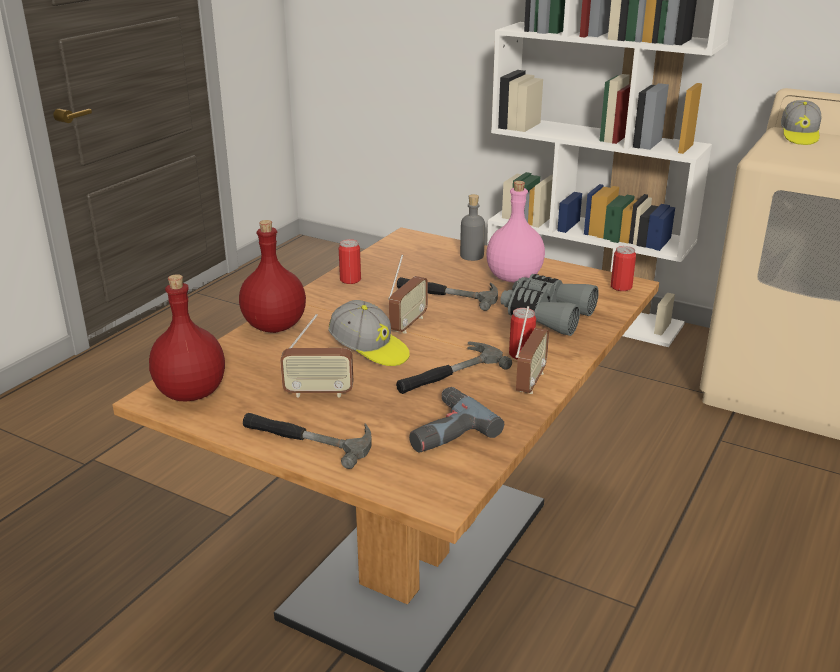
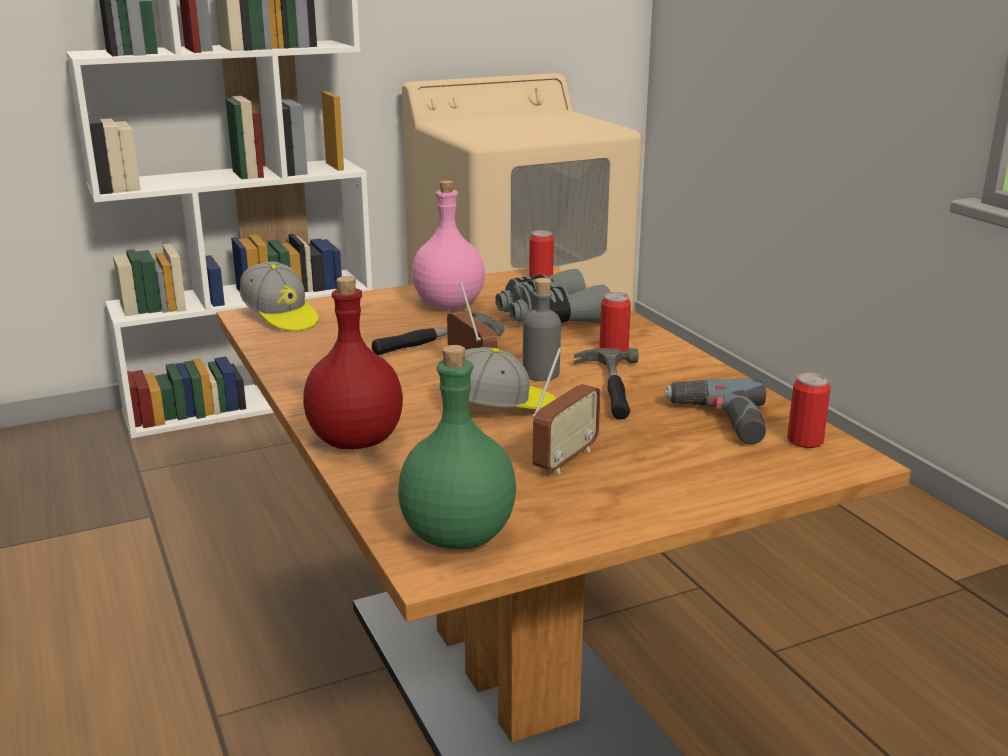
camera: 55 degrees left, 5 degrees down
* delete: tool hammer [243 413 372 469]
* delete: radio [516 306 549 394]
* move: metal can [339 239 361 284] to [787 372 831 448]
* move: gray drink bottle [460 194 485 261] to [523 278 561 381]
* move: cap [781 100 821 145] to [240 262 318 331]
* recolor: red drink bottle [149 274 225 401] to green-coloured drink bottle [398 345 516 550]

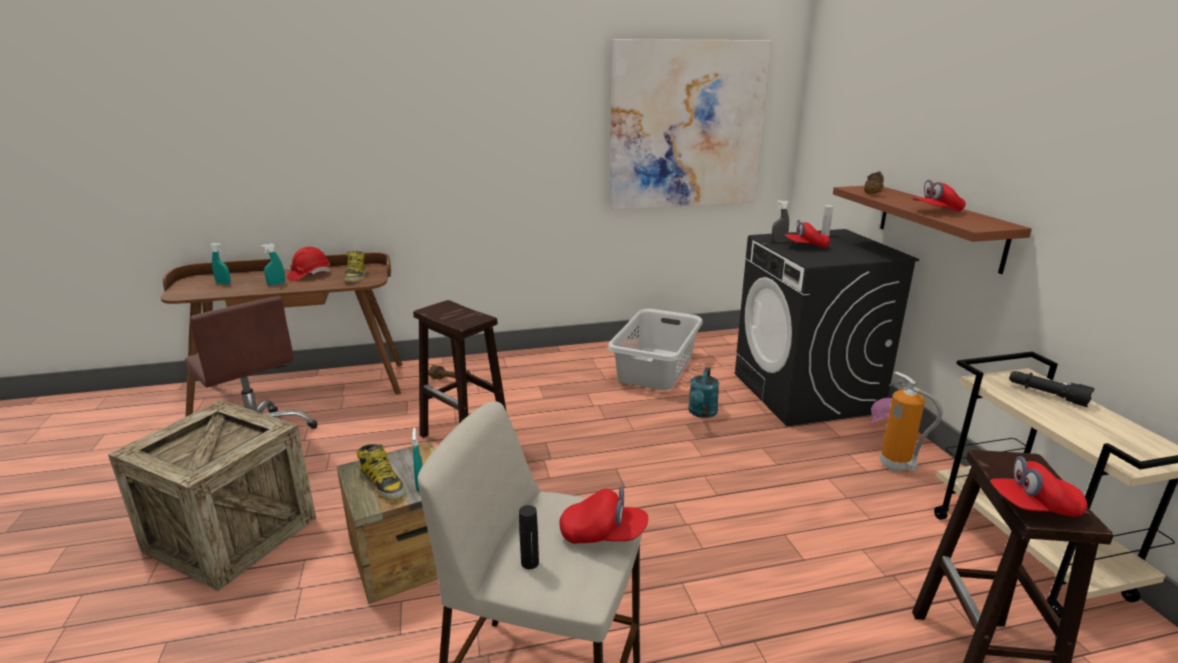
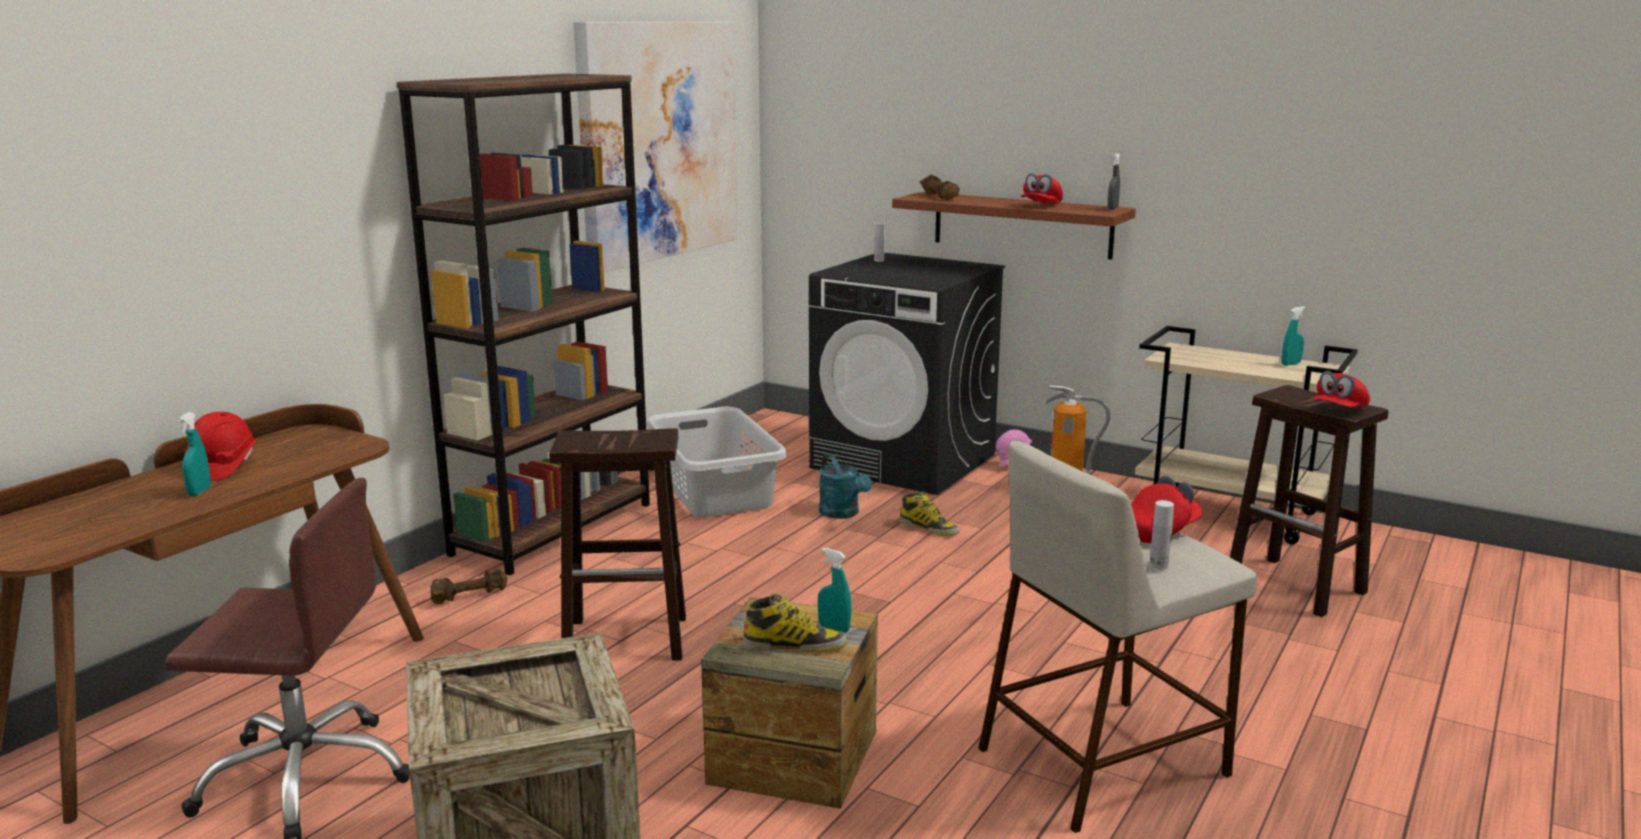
camera: 45 degrees left, 5 degrees down
* delete: red cap [784 220 830 248]
* delete: black-coloured flashlight [1009 371 1094 407]
* insert: brownish shelving unit [397 73 650 575]
* move: turquoise-coloured sprayer [210 243 231 284] to [1281 307 1306 366]
* move: boot [344 251 366 282] to [899 492 959 536]
* move: gray sprayer [772 200 789 242] to [1107 153 1120 210]
* recolor: black-coloured drink bottle [519 505 539 569] to white drink bottle [1149 500 1174 570]

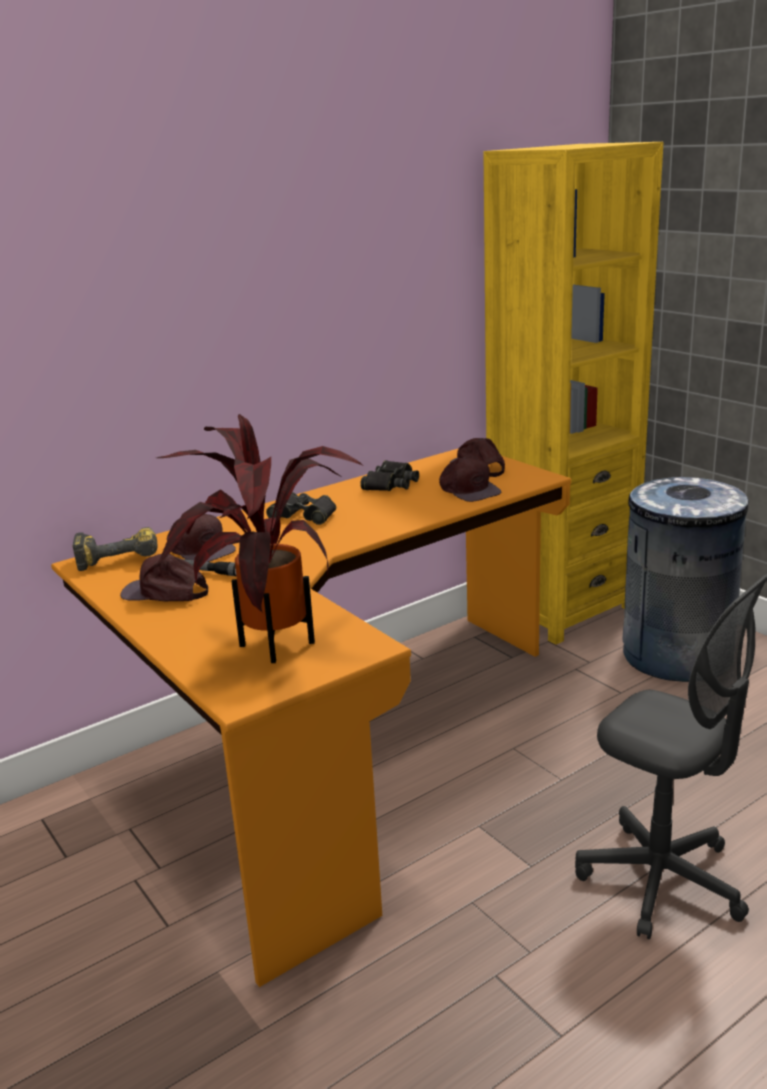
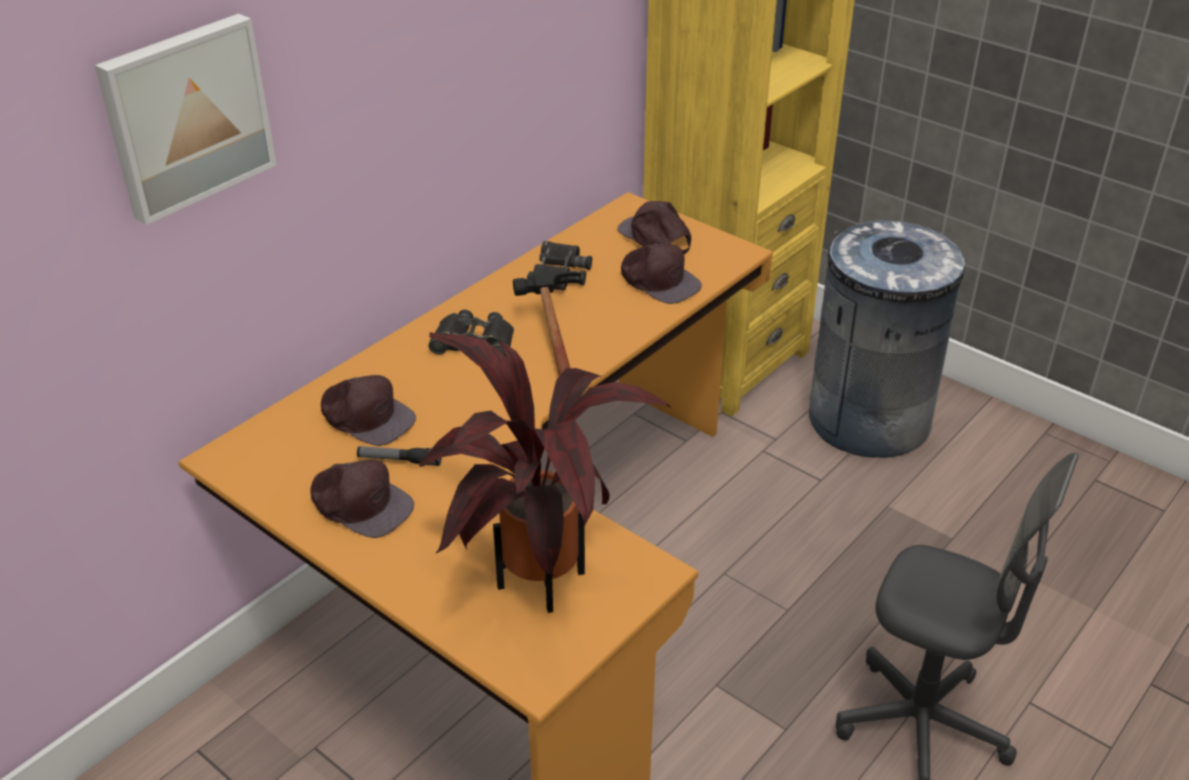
camera: 15 degrees left, 15 degrees up
* delete: power drill [72 527 158 571]
* insert: wall art [95 14 277 225]
* insert: tool hammer [513 271 581 376]
* rotate: brownish cap [120 553 208 602] = [310 459 414 538] 150 degrees counterclockwise

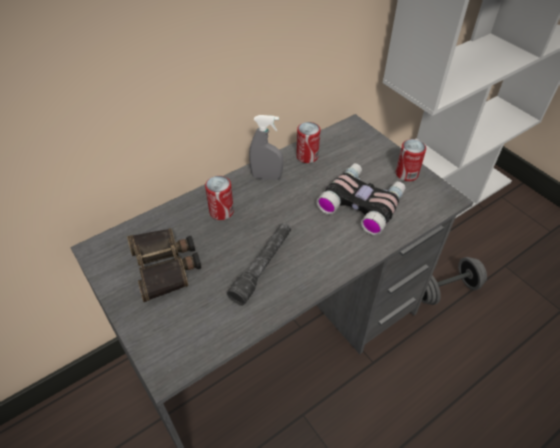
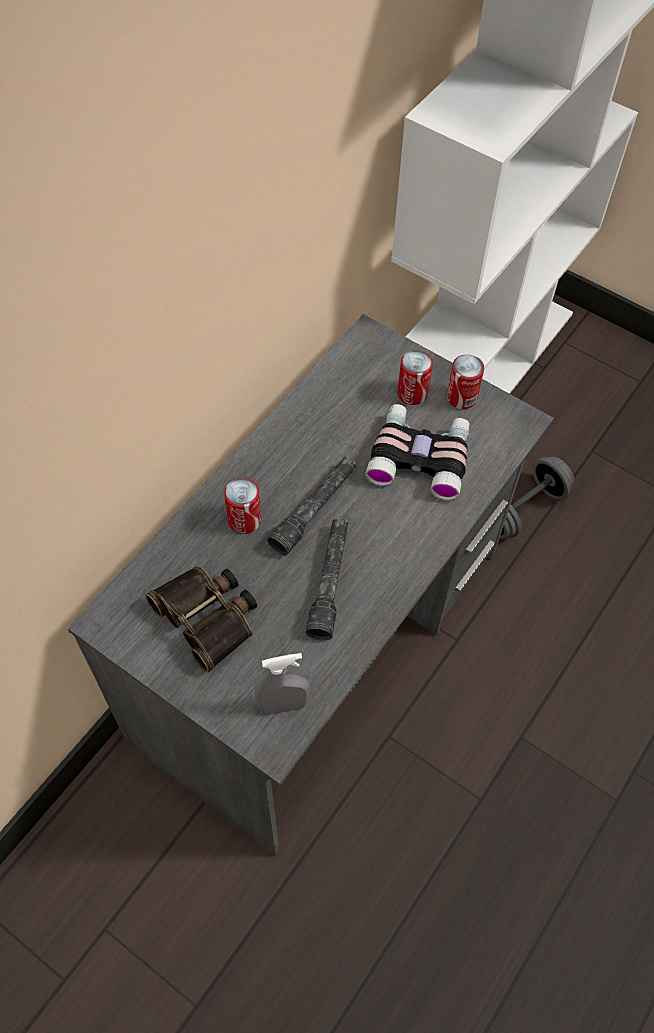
camera: 20 degrees left, 10 degrees up
* insert: gray flashlight [267 456 356 556]
* move: gray sprayer [249 115 283 180] to [255 653 310 715]
* move: metal can [296 122 320 163] to [397 350 433 405]

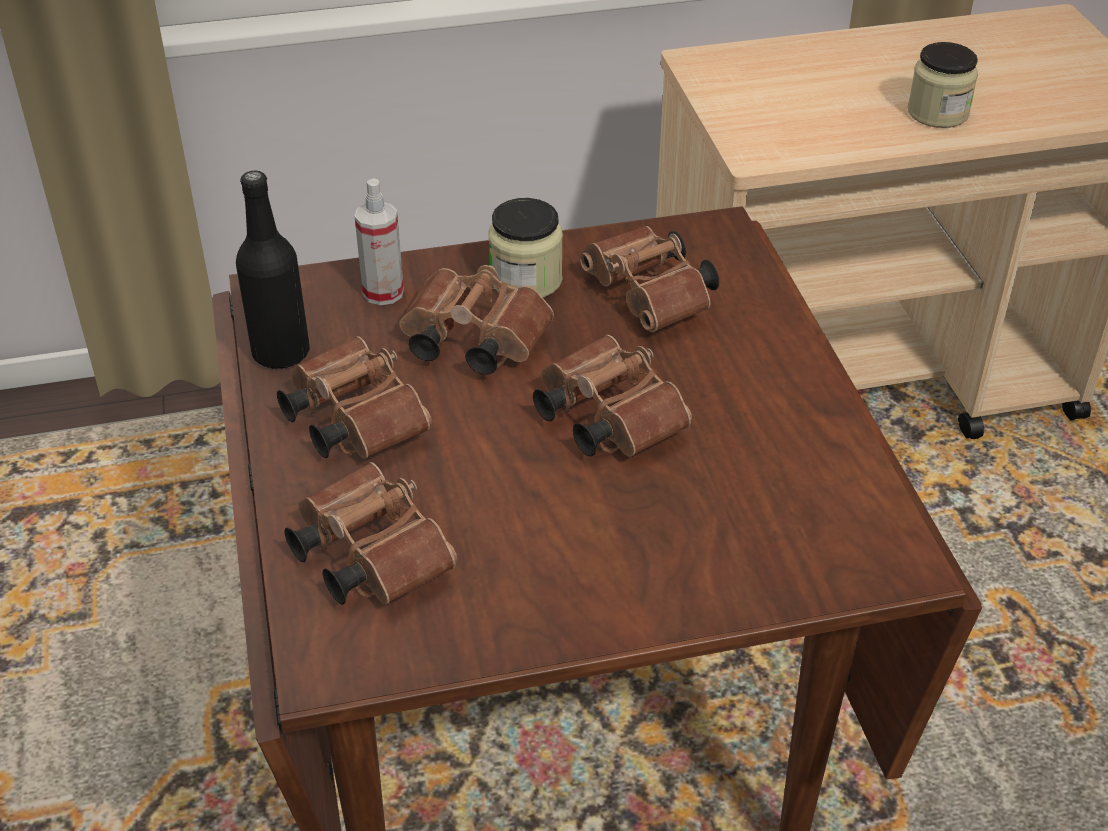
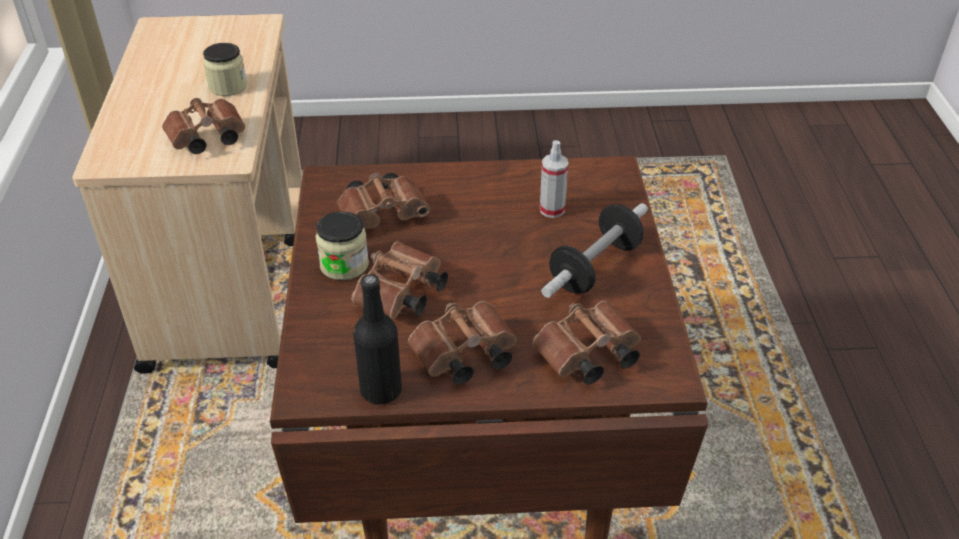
camera: 80 degrees left, 0 degrees up
* insert: dumbbell [541 203 648 298]
* move: sprayer [354 178 404 305] to [540 140 569 218]
* move: brownish field glasses [533 335 692 457] to [162 98 245 154]

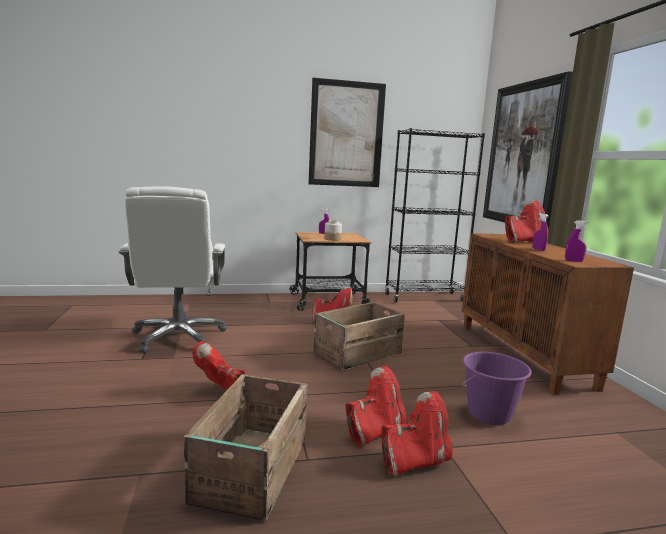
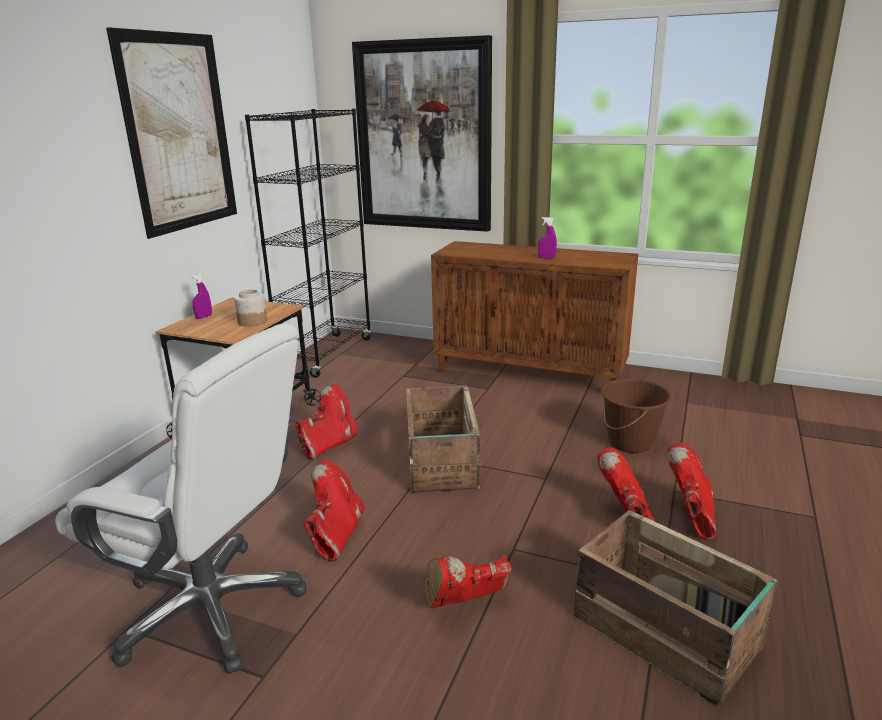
camera: 55 degrees left, 10 degrees up
* delete: purple sprayer [565 220 588 262]
* move: red boot [505 201 549 243] to [303 460 364 562]
* recolor: purple pail [462 352 532 425] to brownish pail [601 379 671 453]

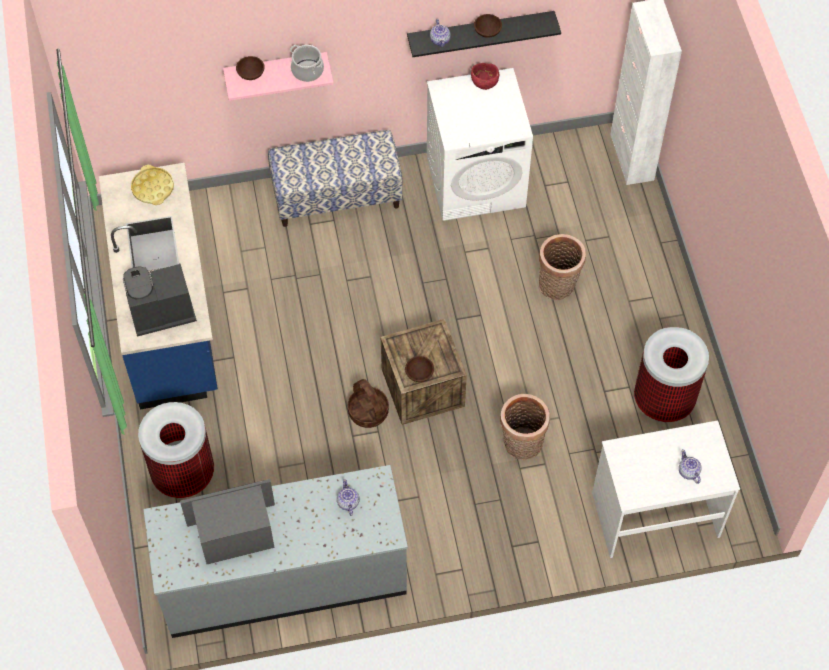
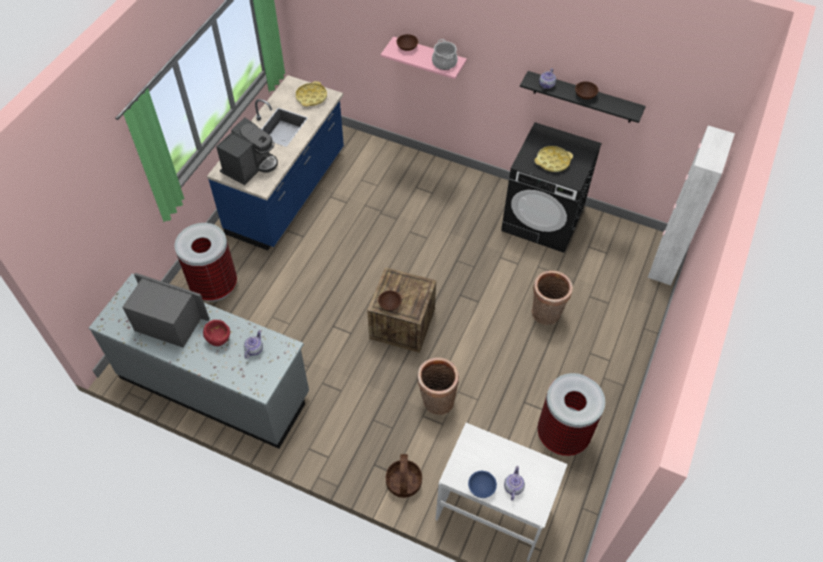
camera: 35 degrees right, 5 degrees down
* delete: indoor bench [268 130 403 227]
* insert: bluish serving bowl [468 471 497 498]
* insert: yellow-coloured serving tray [534 146 573 172]
* move: storage basket [348 379 389 428] to [386 454 422 498]
* move: red serving bowl [471 63 499 90] to [203 320 230 346]
* recolor: white washing machine [427 68 533 221] to black-coloured washing machine [501 122 602 253]
* rotate: coffee brewer [123 263 197 337] = [216 118 278 185] 105 degrees clockwise

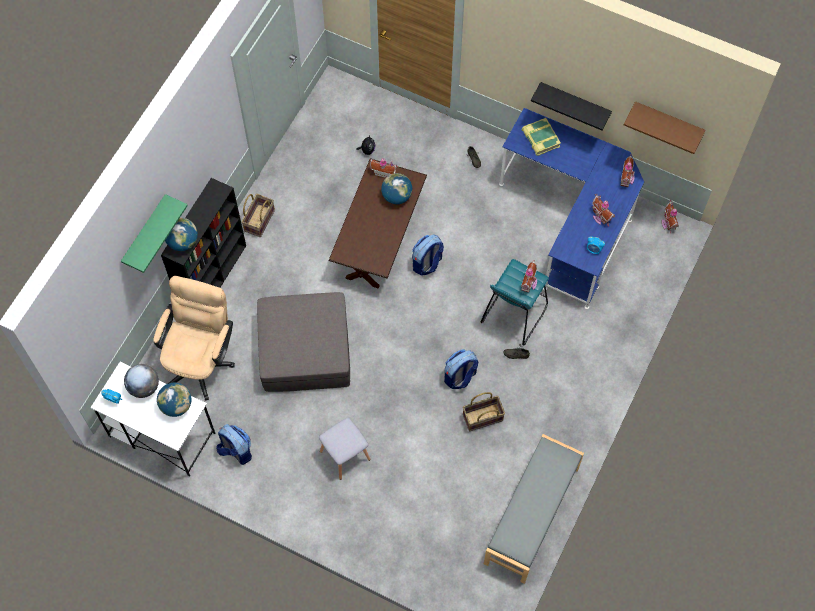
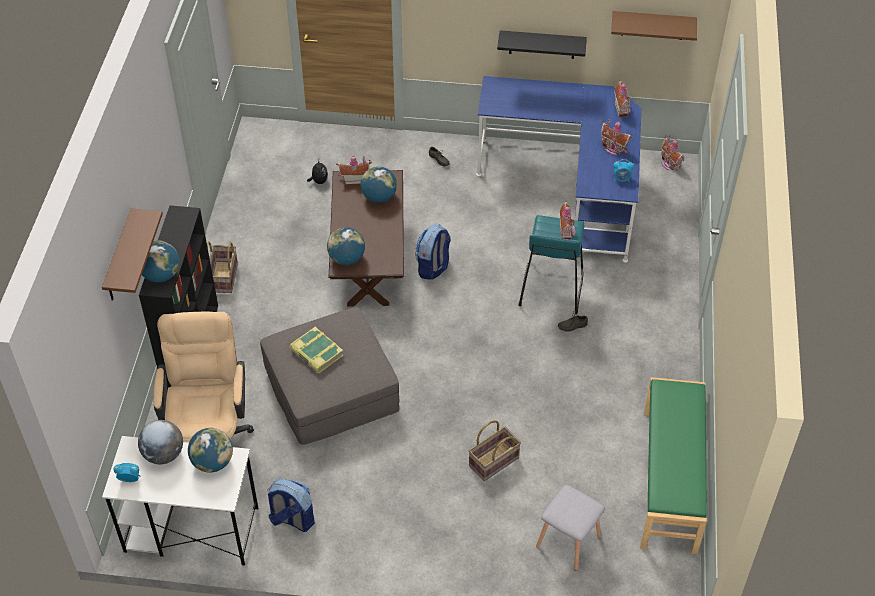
camera: 20 degrees left, 15 degrees down
* delete: rucksack [444 349 478 389]
* insert: world globe [327 227 365 265]
* move: gray sitting stool [319 418 370 480] to [536 485 605 571]
* move: storage basket [463 392 505 432] to [469 420 521 481]
* move: volume [522 118 561 156] to [289 327 343 374]
* recolor: green-coloured shelf [121 194 188 273] to brownish shelf [102 208 163 300]
* recolor: gray indoor bench [484 434 584 584] to green-coloured indoor bench [640 377 707 554]

